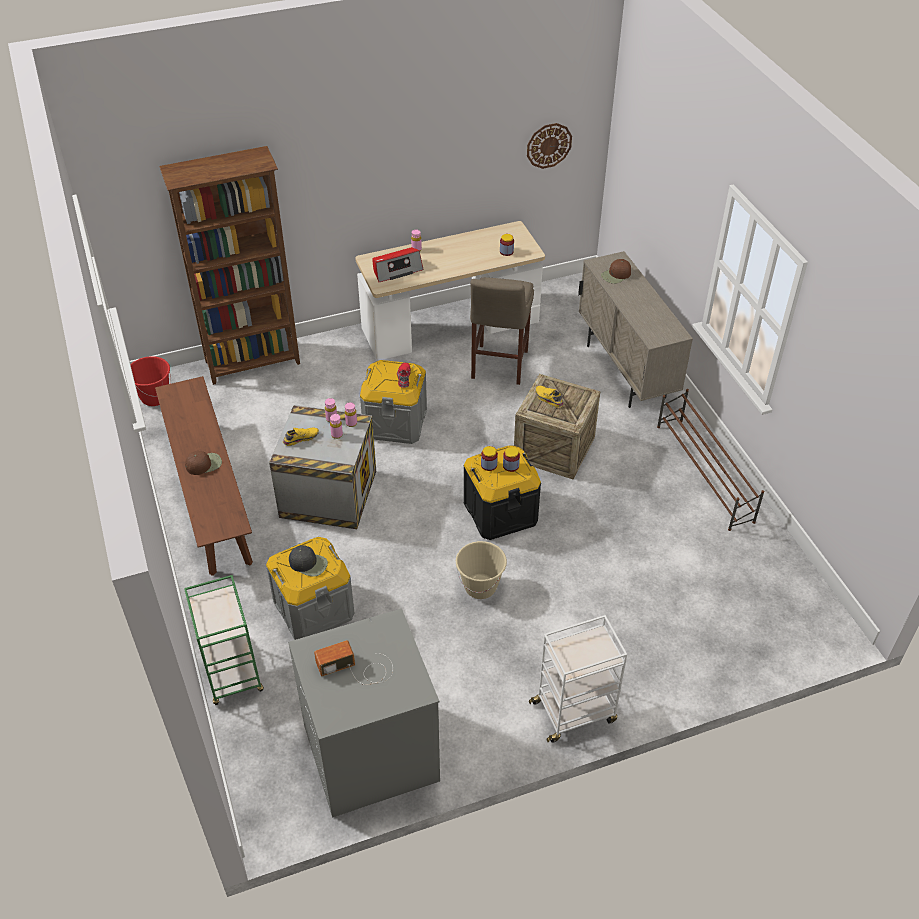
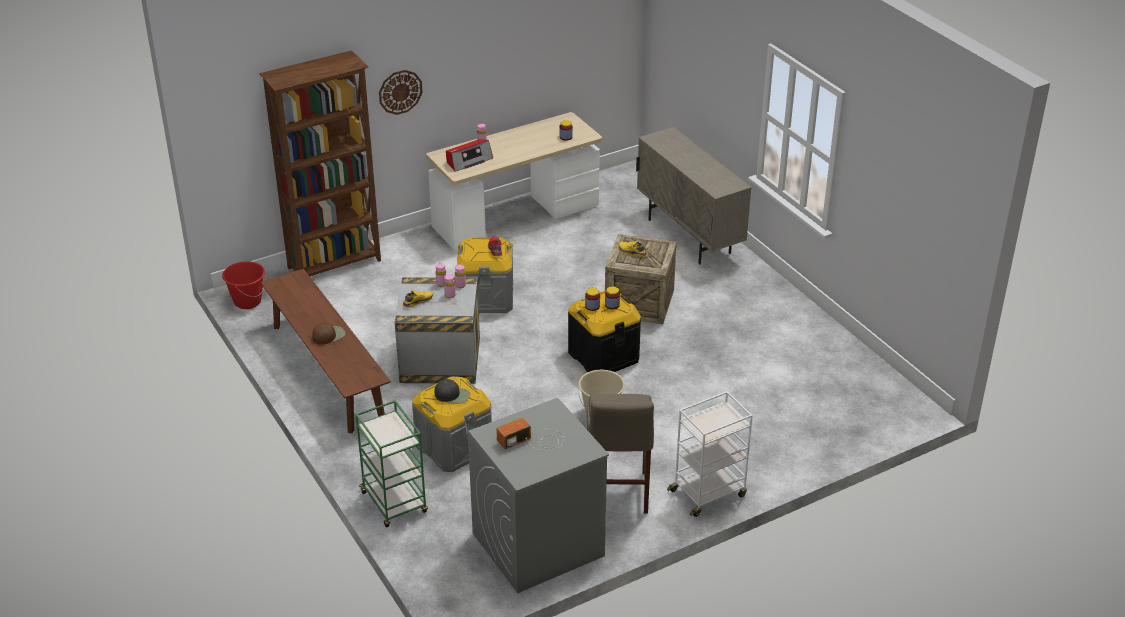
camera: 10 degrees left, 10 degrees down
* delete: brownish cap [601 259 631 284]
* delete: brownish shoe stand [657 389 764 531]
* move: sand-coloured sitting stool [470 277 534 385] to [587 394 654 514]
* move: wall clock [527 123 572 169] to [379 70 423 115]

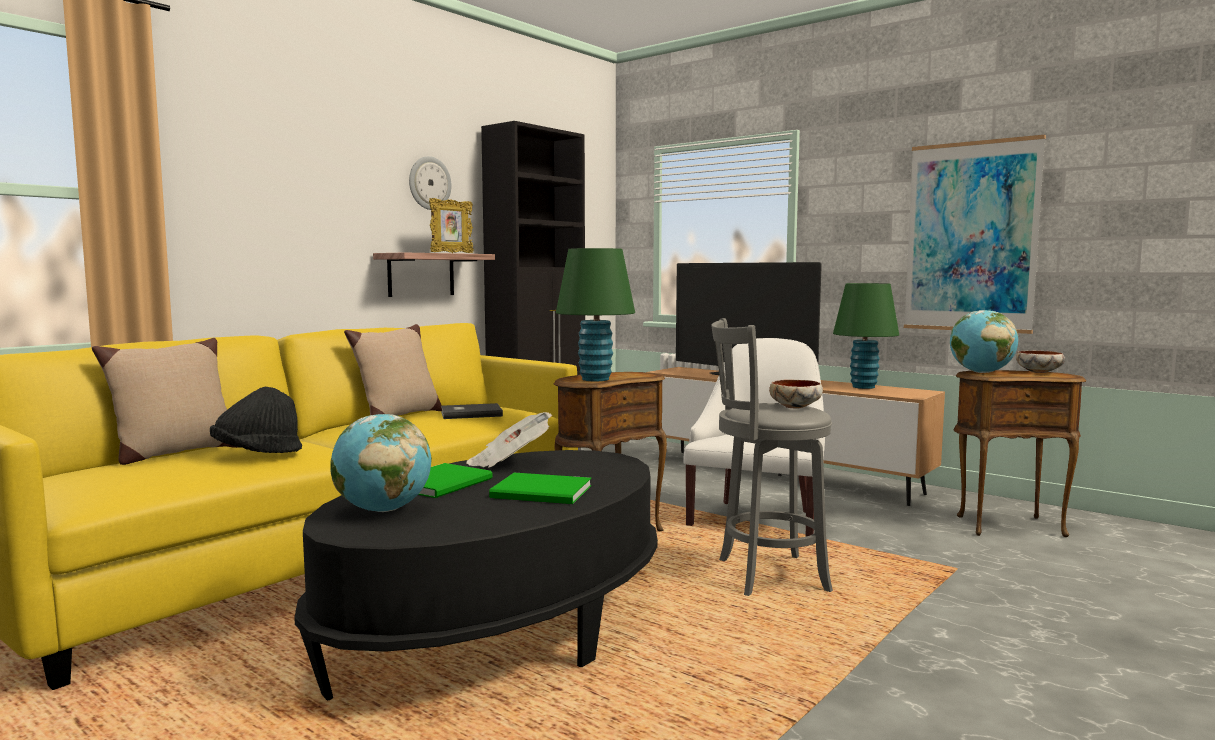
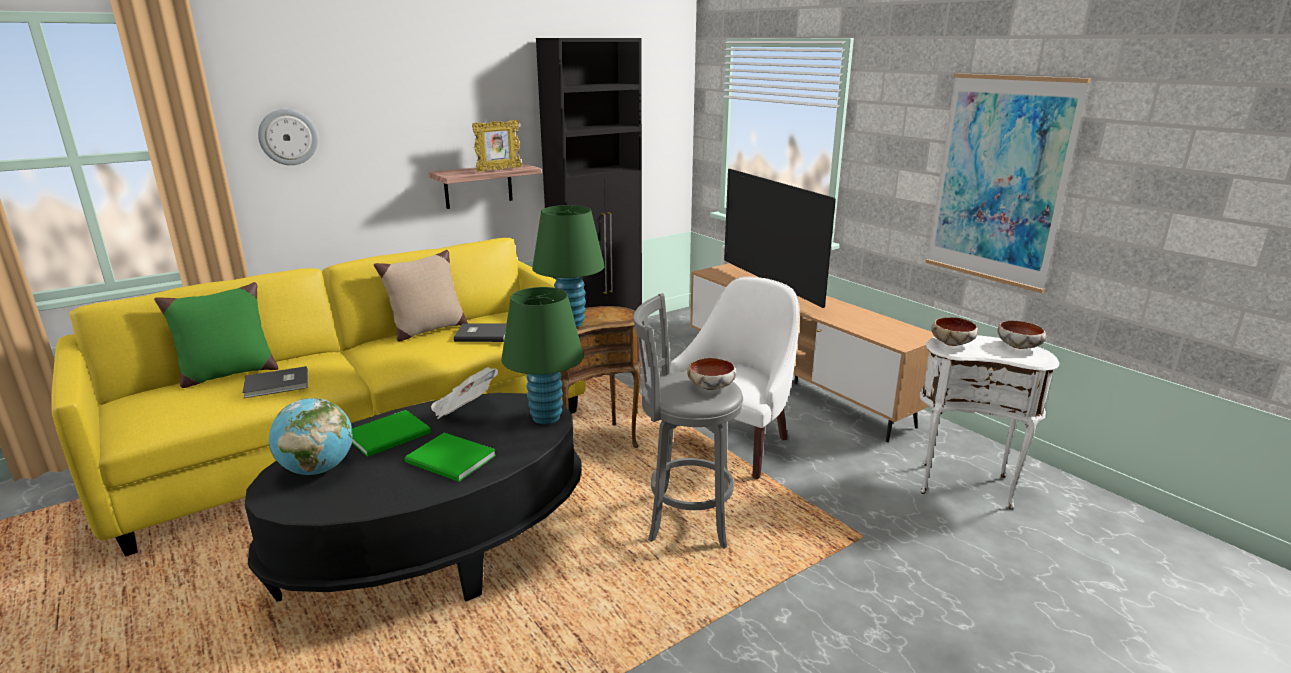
camera: 15 degrees right, 15 degrees up
* move: wall clock [409 156 451 210] to [258 109 318 165]
* move: green-coloured tabletop lamp [833 283 899 389] to [502 287 584 424]
* replace: black-coloured hat [210 387 302 453] to gray volume [243 366 308 398]
* replace: world globe [950 310 1018 373] to serving bowl [932 317 978 346]
* recolor: sand-coloured pillow [92 338 237 465] to green-coloured pillow [154 282 278 388]
* recolor: brownish side table [954 370 1086 537] to white side table [919 335 1059 509]

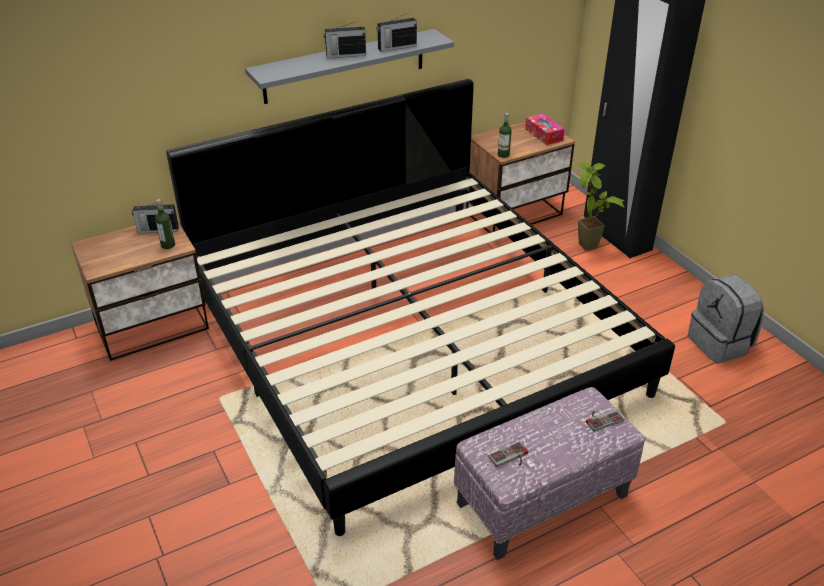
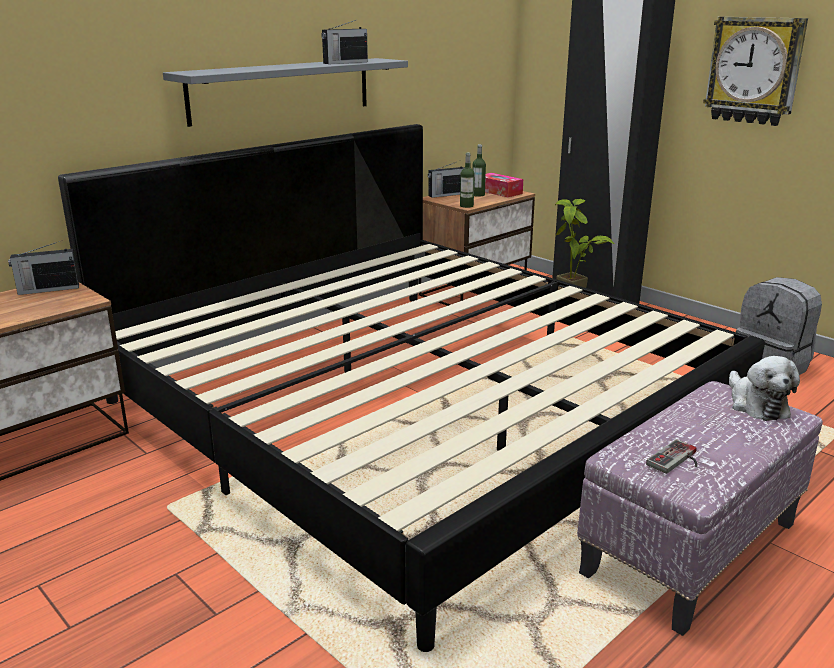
camera: 15 degrees left, 15 degrees down
* insert: wall clock [703 17 808 126]
* move: drink bottle [155 199 175 249] to [472 144 486 197]
* move: radio [323 21 366 58] to [428 162 464 198]
* replace: game controller [586 409 624 432] to soft toy [729 356 800 421]

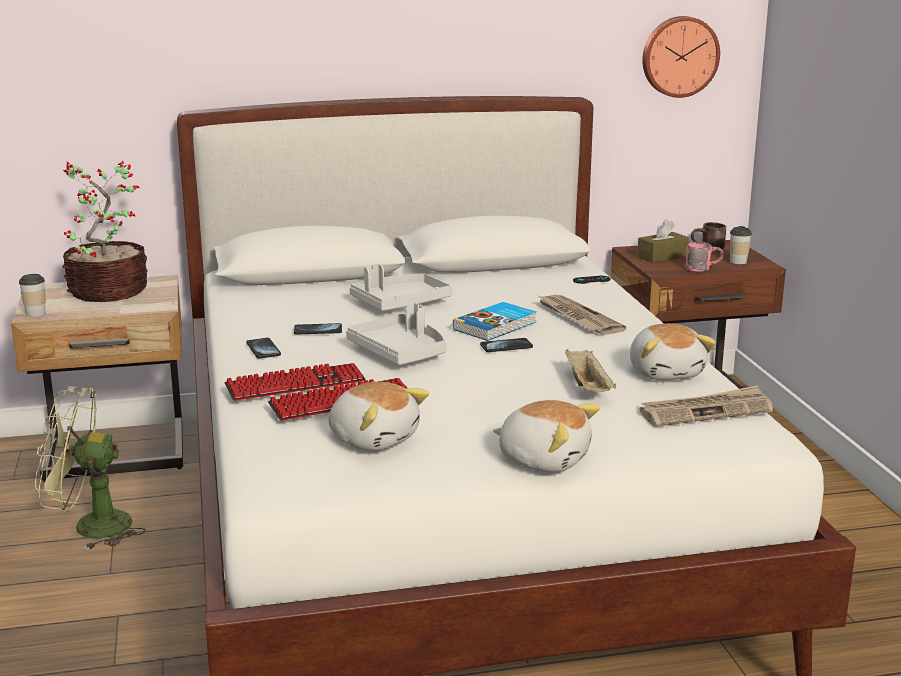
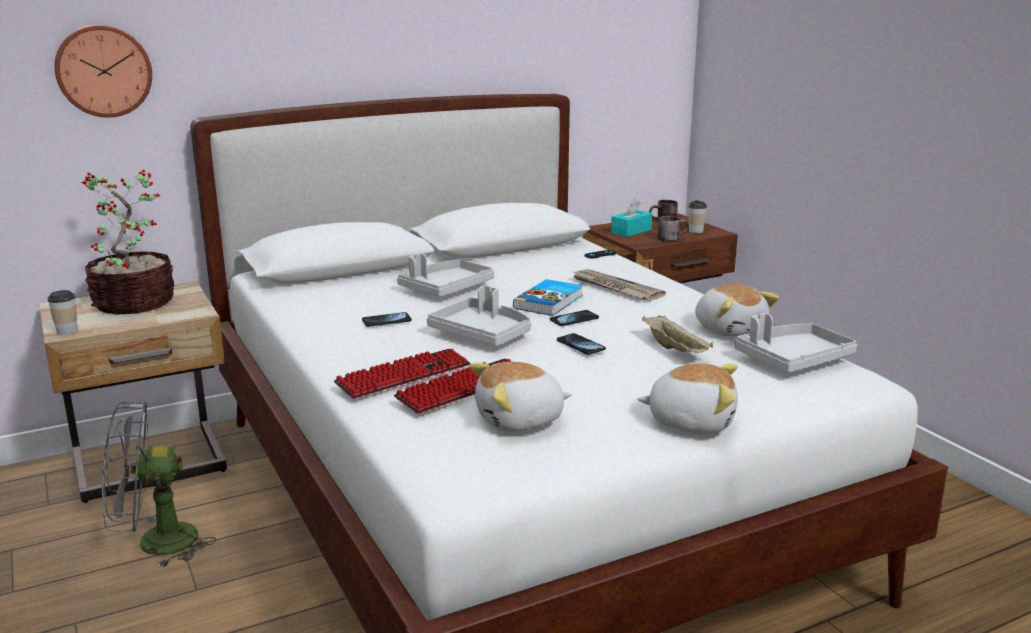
camera: 15 degrees left, 0 degrees up
* move: handset [246 338 281 359] to [557 333 606 355]
* move: wall clock [642 16 720 98] to [54 25 152 118]
* replace: printed paper [639 386 773 427] to gray serving tray [735 313 857 373]
* recolor: green-coloured cooling fan [35 386 146 550] to gray cooling fan [102 401 216 569]
* recolor: brownish tissue holder [637 219 689 263] to turquoise-coloured tissue holder [611 198 652 237]
* recolor: pink coffee mug [686 242 723 272] to brownish coffee mug [658 216 689 242]
* rotate: soft toy [329 382 429 451] = [469 362 572 432] 135 degrees clockwise

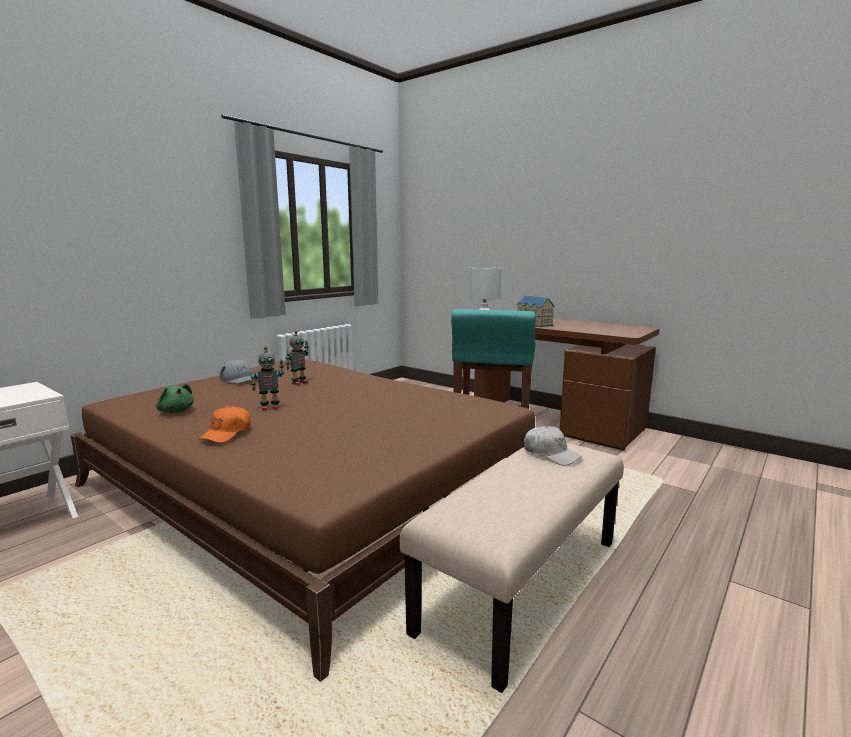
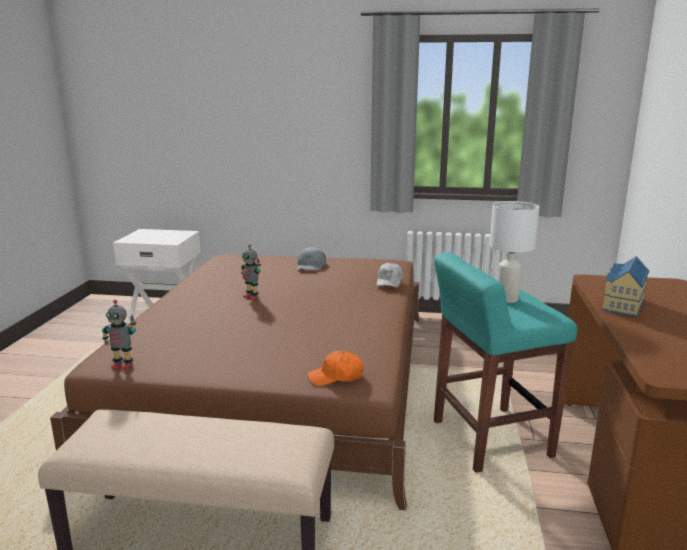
camera: 60 degrees right, 5 degrees up
* delete: green-coloured soft toy [156 384 194 413]
* move: orange cap [199 406 251 443] to [308 351 363 386]
* move: model robot [285 331 309 385] to [102 300 136 370]
* move: white cap [524 426 582 466] to [376 262 403 287]

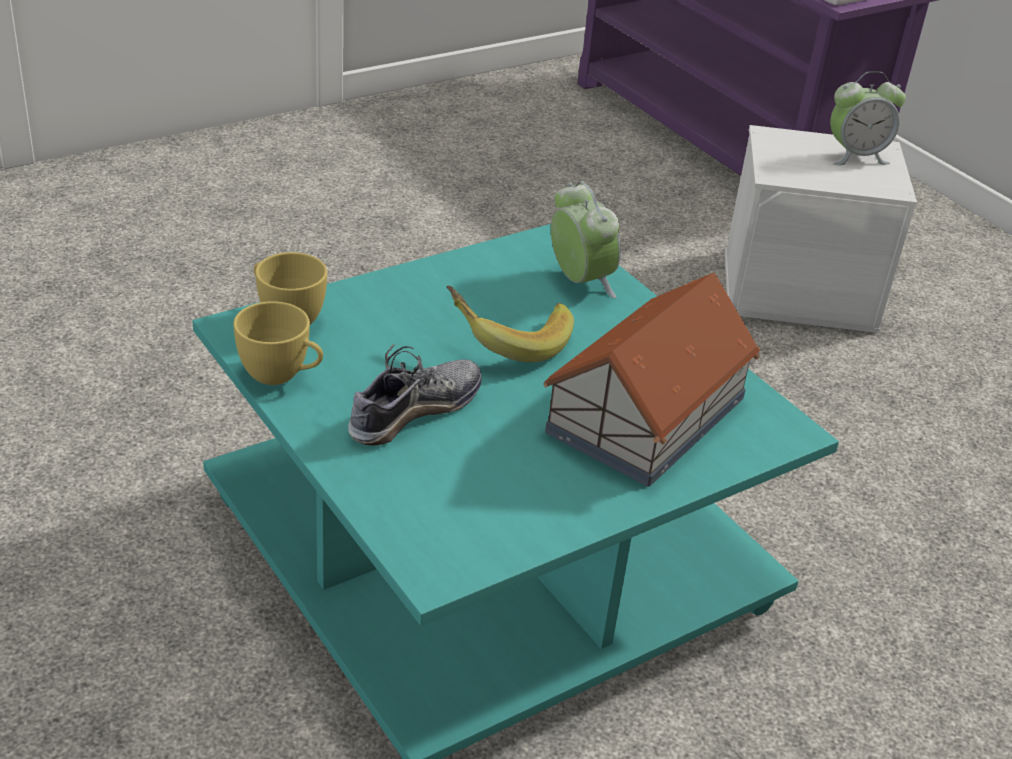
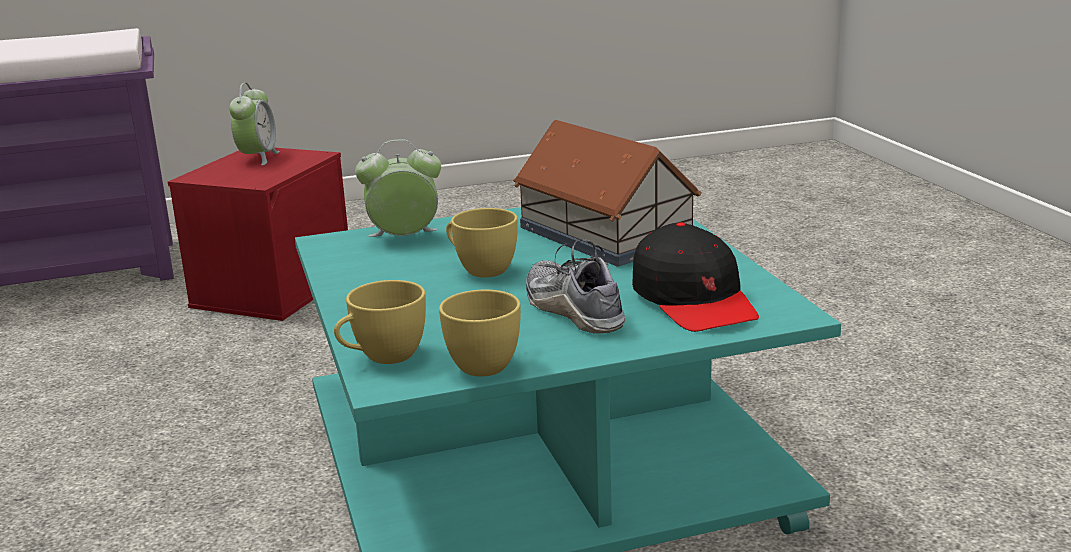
camera: 70 degrees left, 15 degrees down
* insert: black-coloured cap [632 222 759 332]
* replace: whole banana [446 286 574 362] to yellow-coloured drinking cup [446 208 518 277]
* recolor: white storage box [724 125 917 333] to red storage box [168 148 348 321]

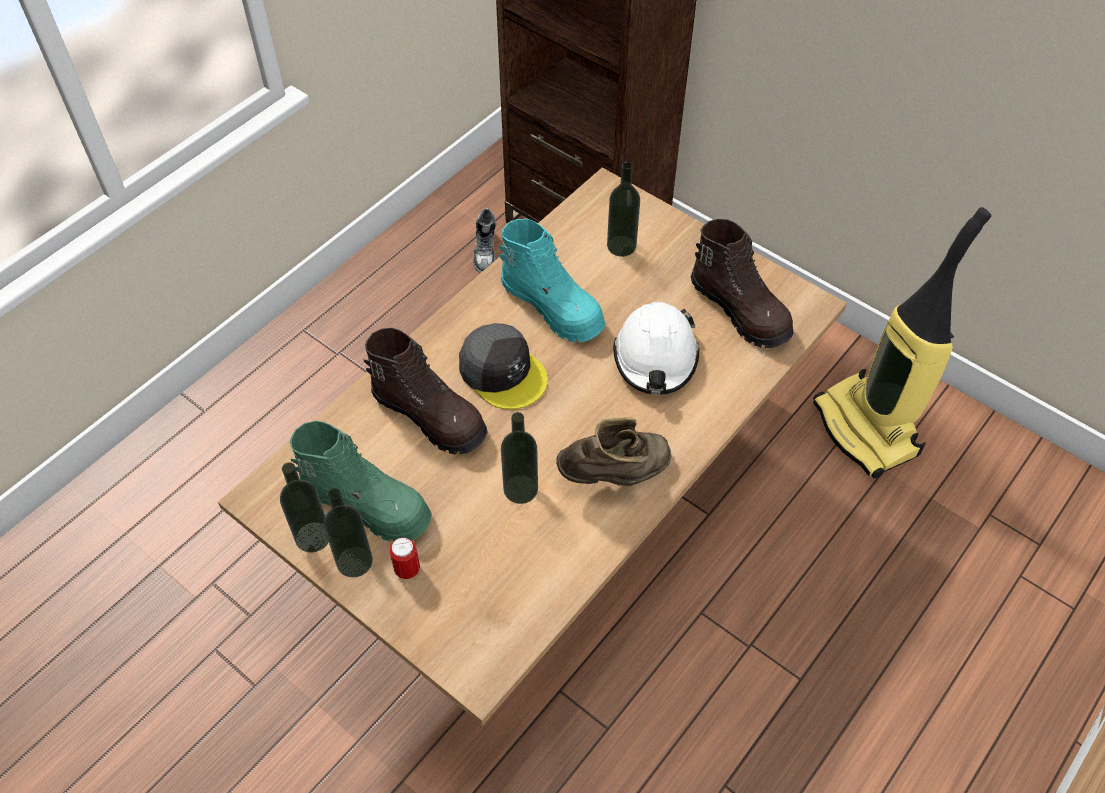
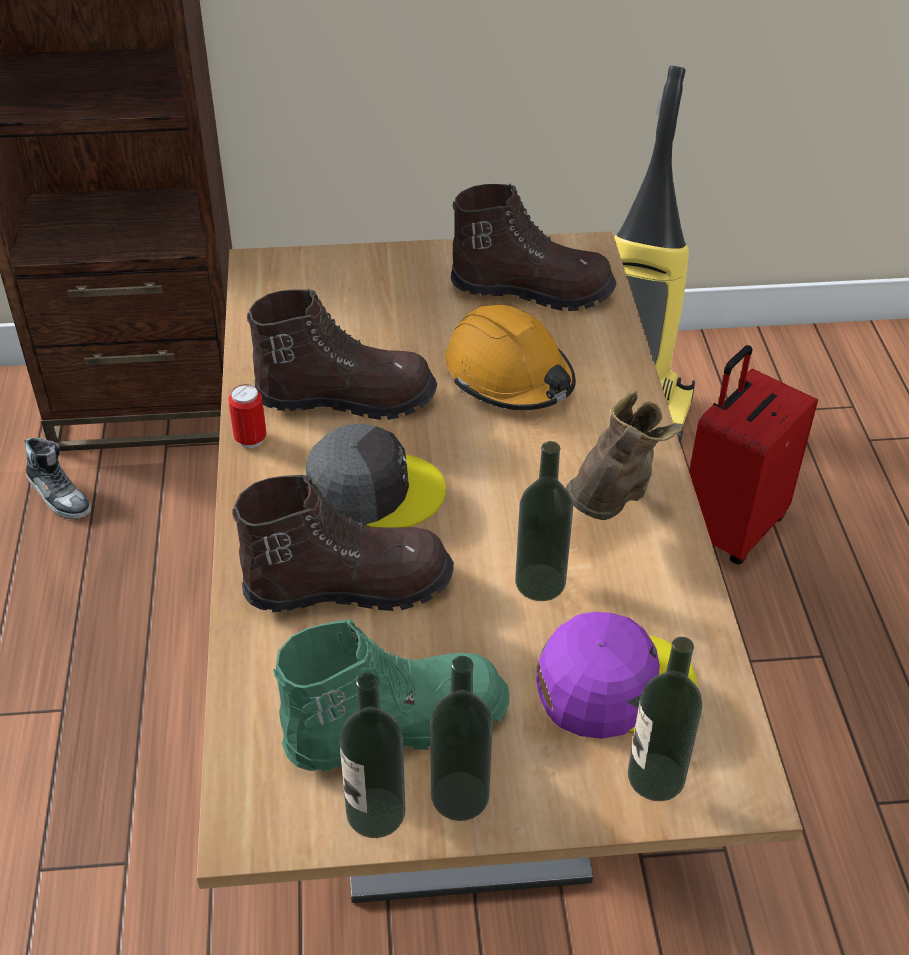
camera: 45 degrees left, 10 degrees down
* insert: purple cap [536 612 697 739]
* insert: red piece of luggage [689 345 818 565]
* move: metal can [390 537 420 579] to [228 384 266 448]
* move: drink bottle [607 162 640 257] to [628 637 702 801]
* recolor: turquoise-coloured boot [499 219 606 342] to brownish boot [247 289 437 420]
* recolor: white safety helmet [613 302 700 395] to orange safety helmet [445 305 576 410]

